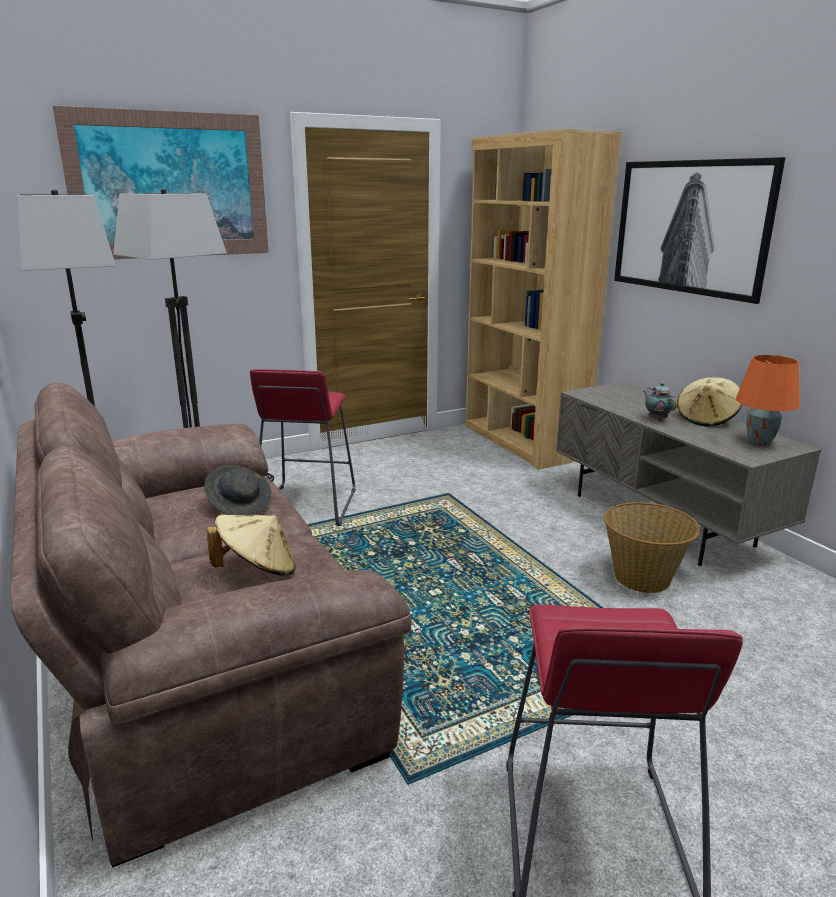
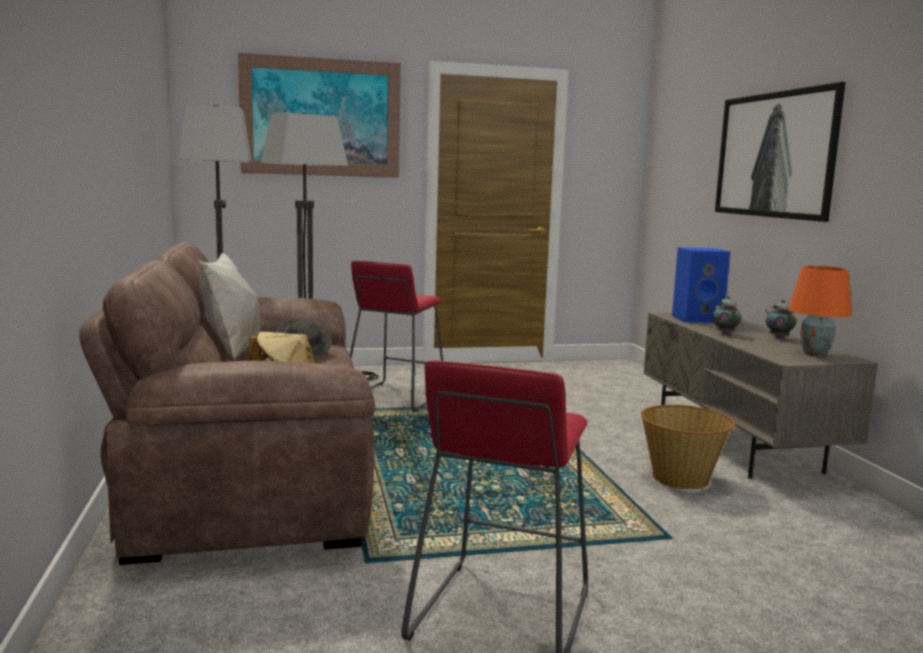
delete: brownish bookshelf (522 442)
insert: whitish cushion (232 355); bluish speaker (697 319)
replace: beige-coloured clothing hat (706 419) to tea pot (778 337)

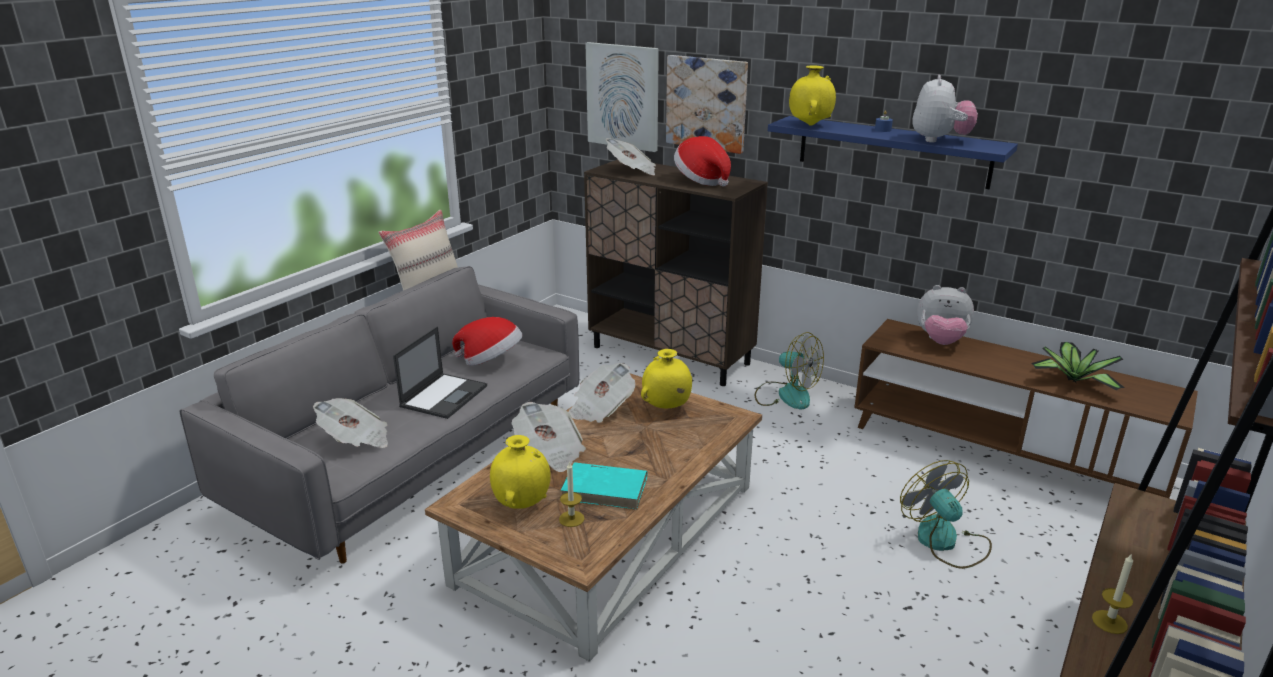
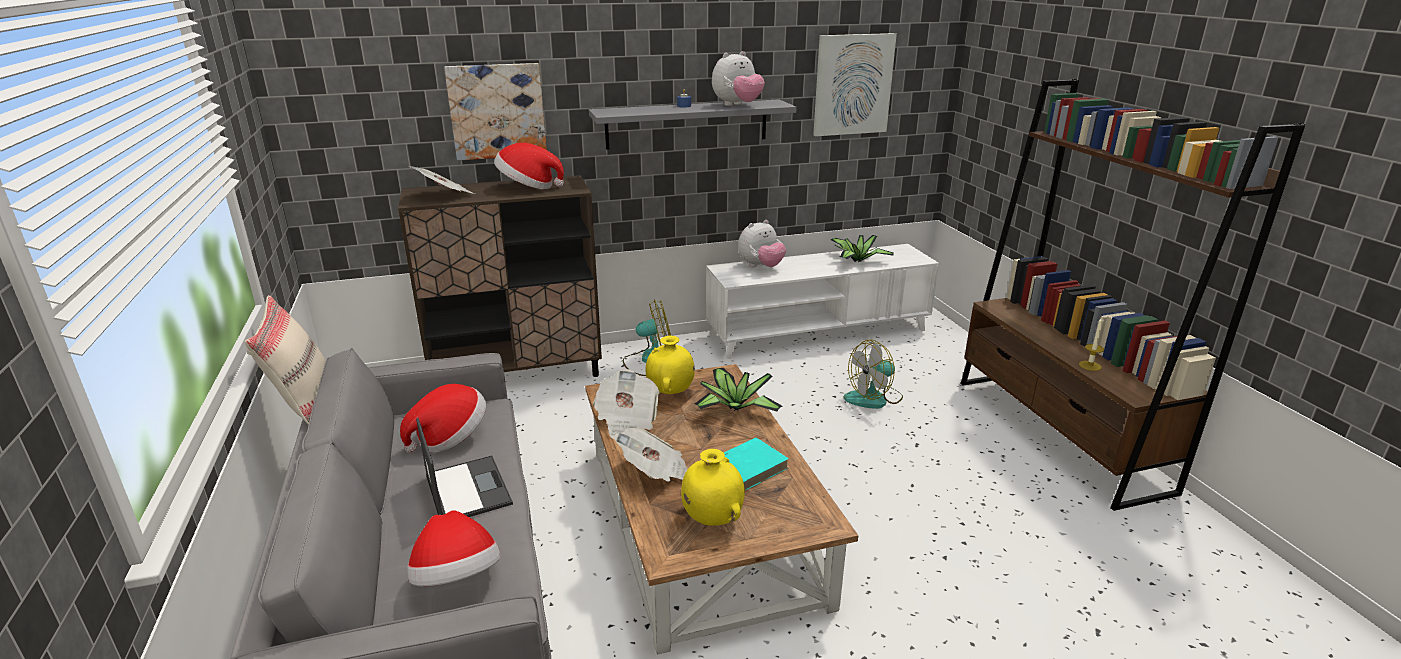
delete: wax light (571 519); yellow decorative vase (810 125)
insert: potted plant (734 408)
move: wall picture (623 96) to (853 84)
replace: daily paper (356 440) to clothing hat (457 579)
recolor: bluish wall shelf (892 151) to gray wall shelf (687 124); brownish tv unit (1002 452) to whitish tv unit (818 333)
rotate: soft toy (939 140) = (737 105) 90 degrees clockwise; electric fan (945 542) = (874 398) 45 degrees counterclockwise

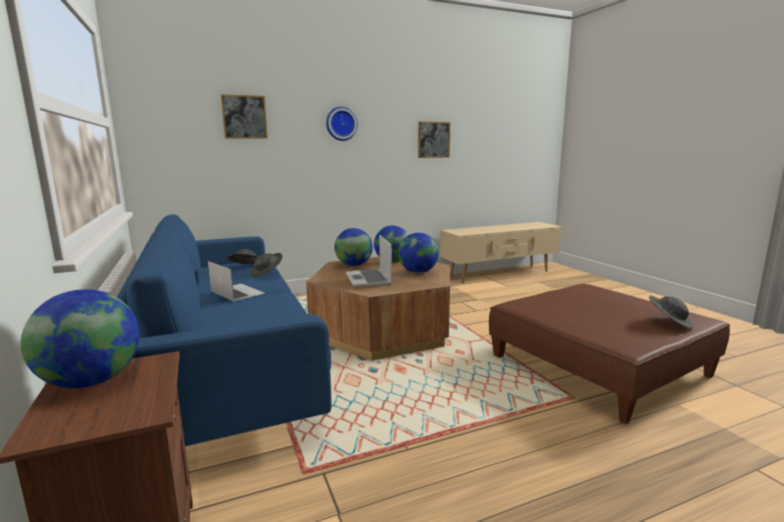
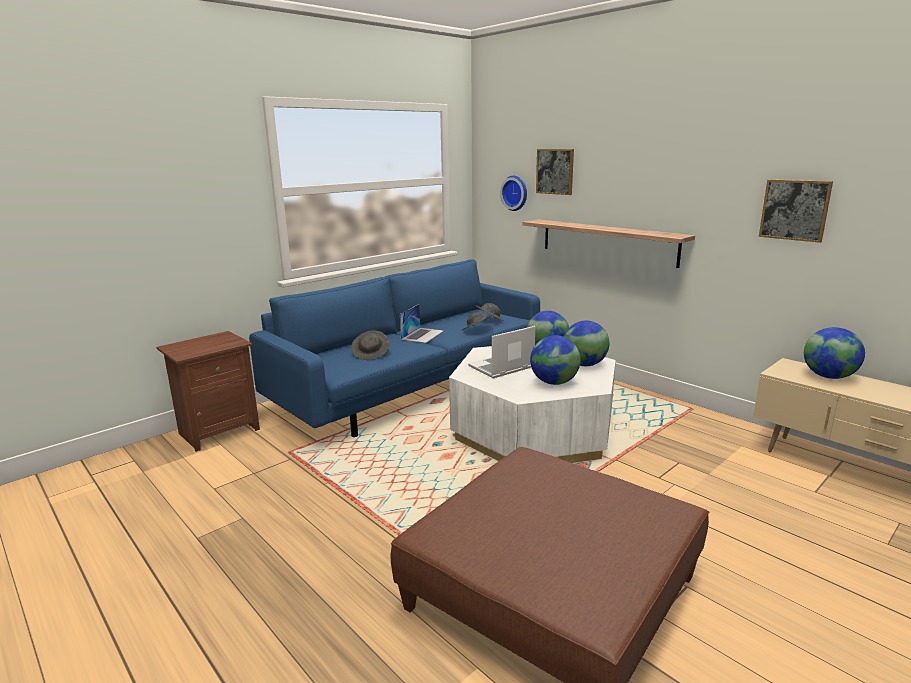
insert: wall shelf (607 242)
move: gray clothing hat (669 322) to (371 354); hanging clock (341 124) to (515 193); world globe (91 381) to (828 376)
recolor: brownish coffee table (383 329) to whitish coffee table (533 430)

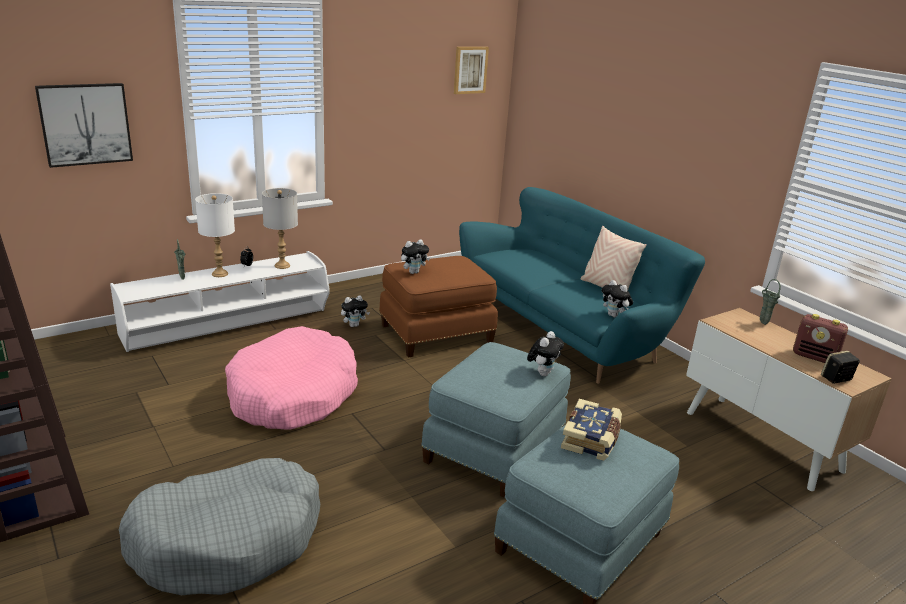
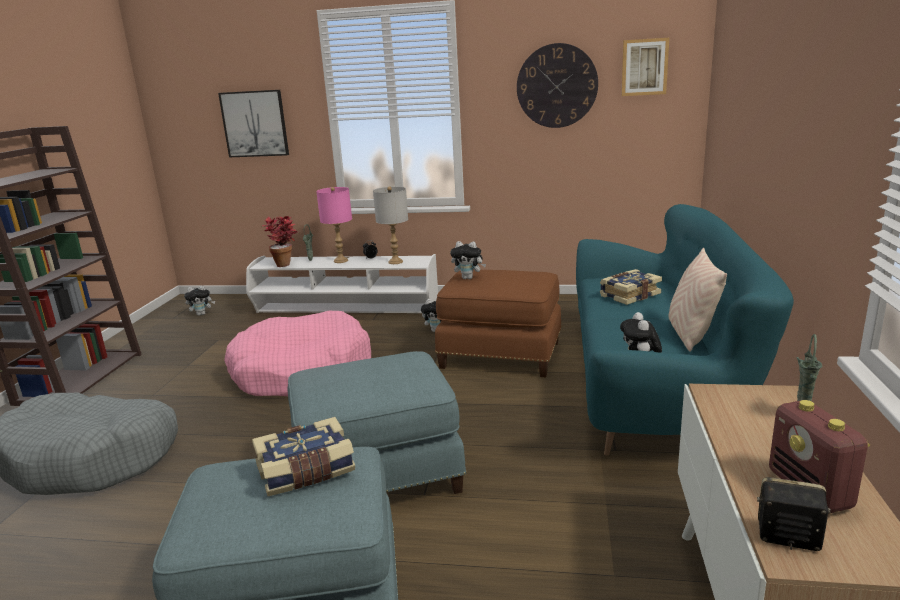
insert: potted plant (286 263); hanging clock (557 86); book (629 295)
move: soft toy (542 373) to (202 314)
recolor: whitish lamp for a table (220 274) to pinkish lamp for a table (341 261)

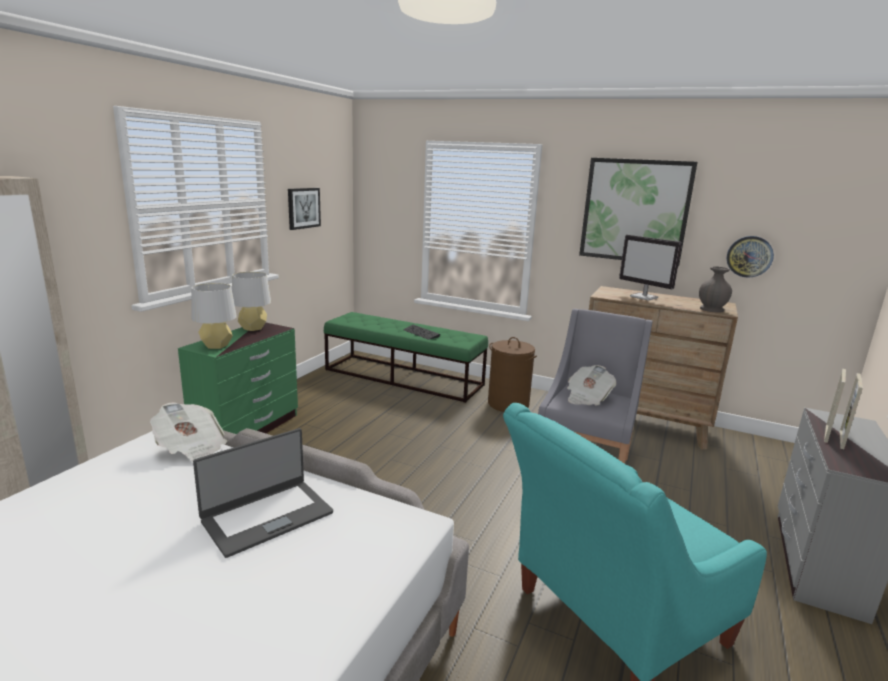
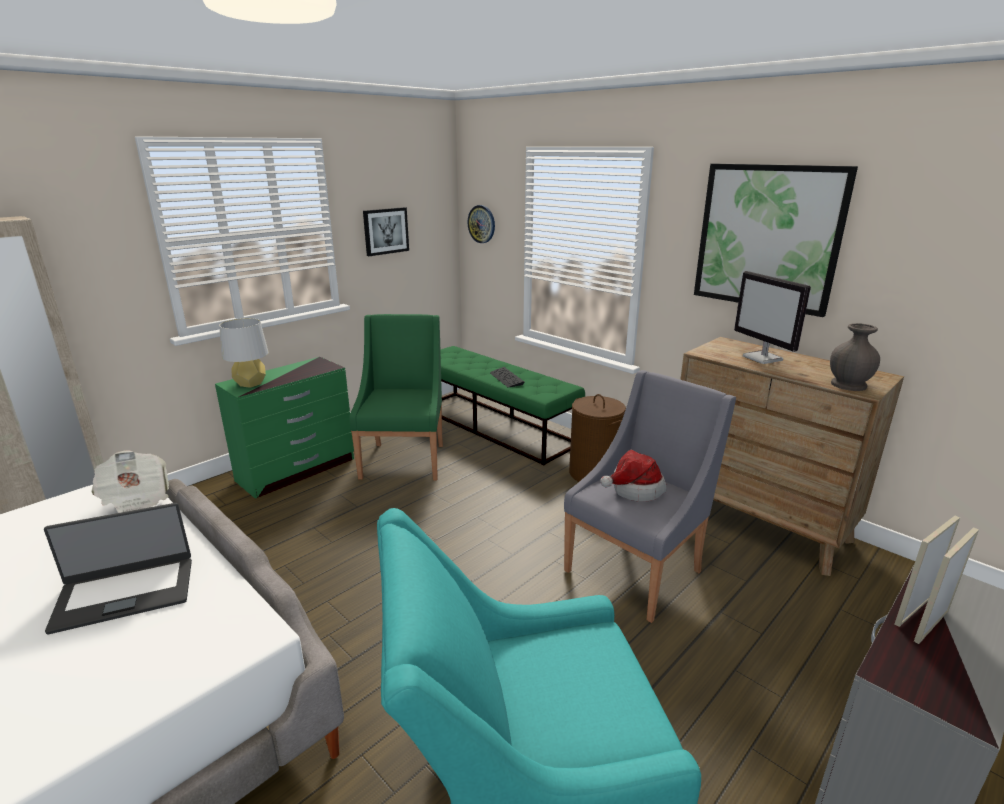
delete: gray lamp for a table (253 328)
insert: greenish easy chair (404 459)
move: hanging clock (749 256) to (482 224)
replace: daily paper (587 398) to clothing hat (633 489)

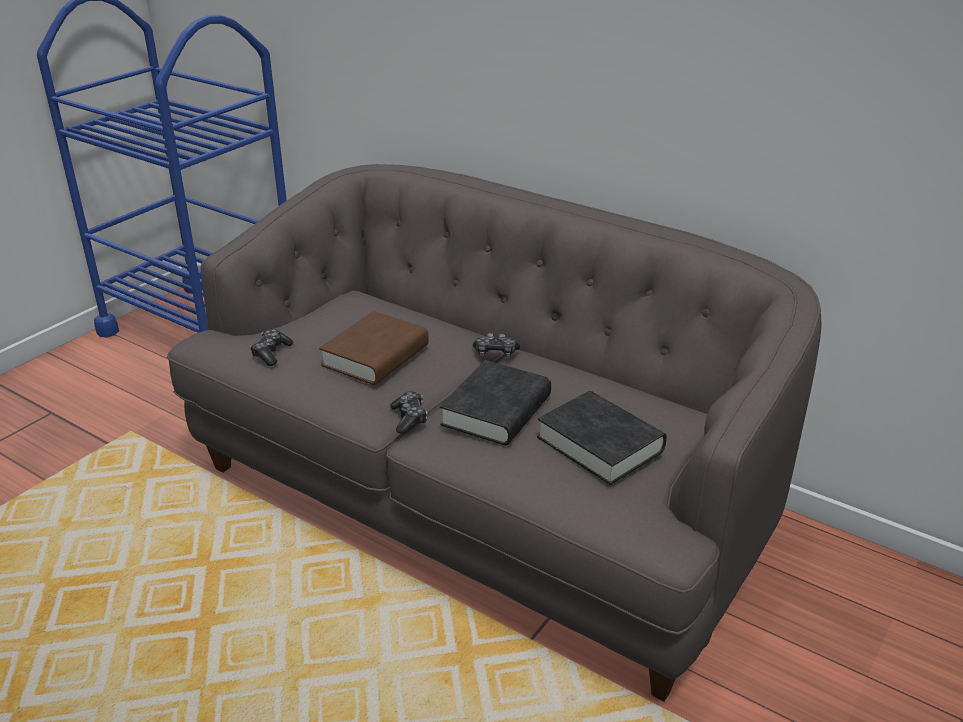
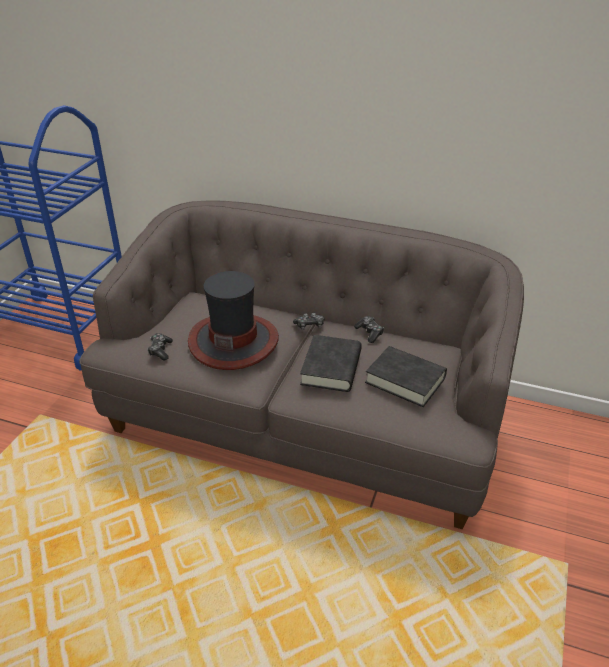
move: joypad (409 418) to (369 333)
replace: brownish book (375 356) to clothing hat (233 341)

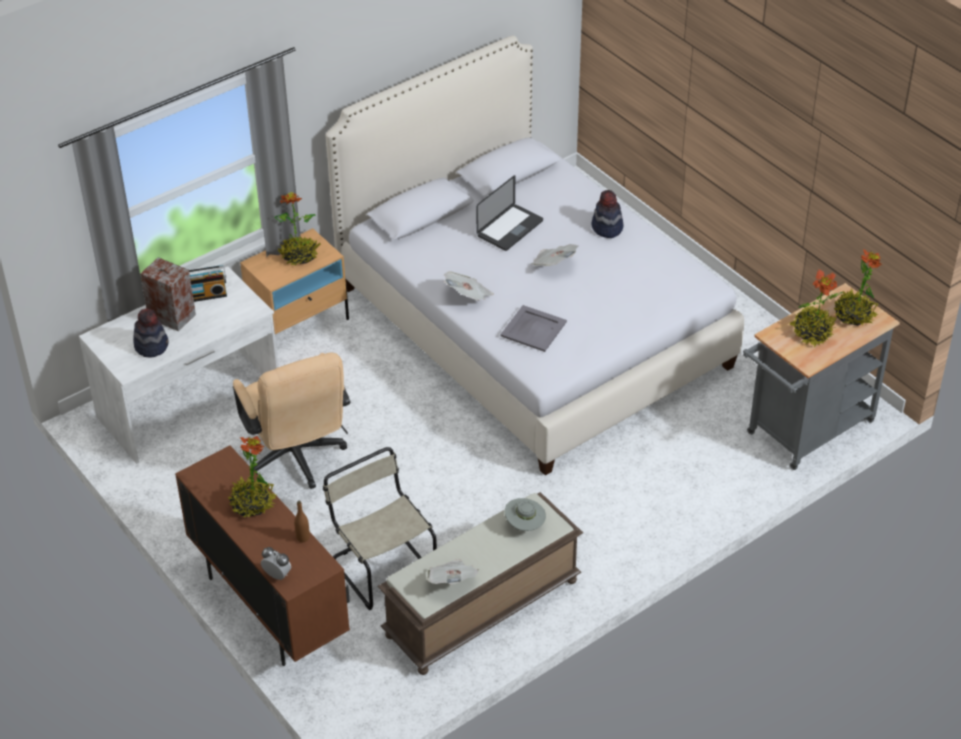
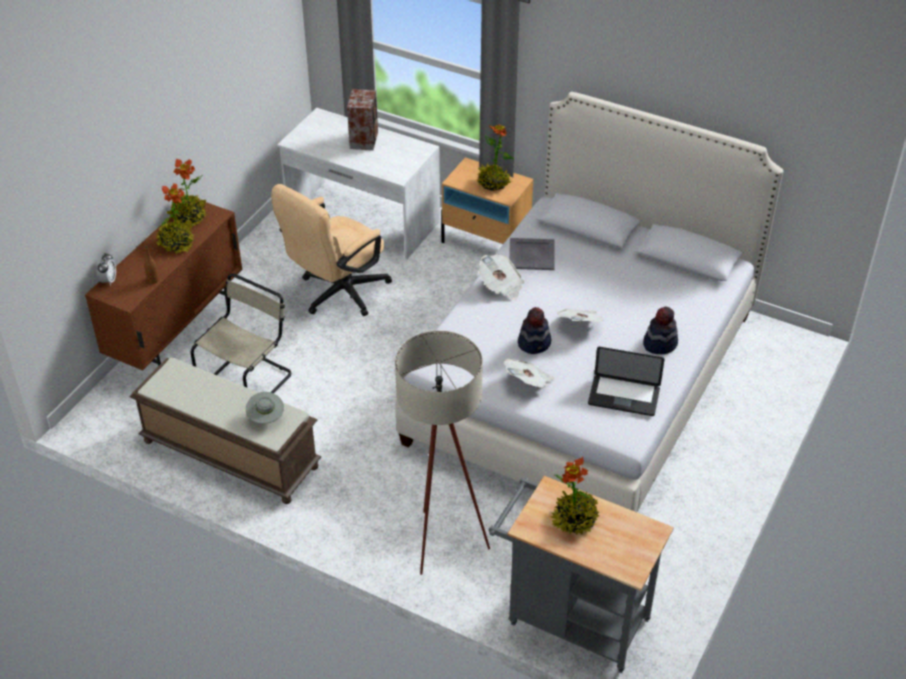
delete: radio receiver (207 294)
insert: beige-coloured standard lamp (441 537)
move: potted plant (853 316) to (189 217); daily paper (452 581) to (528 382); gray tray (533 329) to (531 254); clothing hat (151 345) to (534 343); notebook computer (510 228) to (623 396)

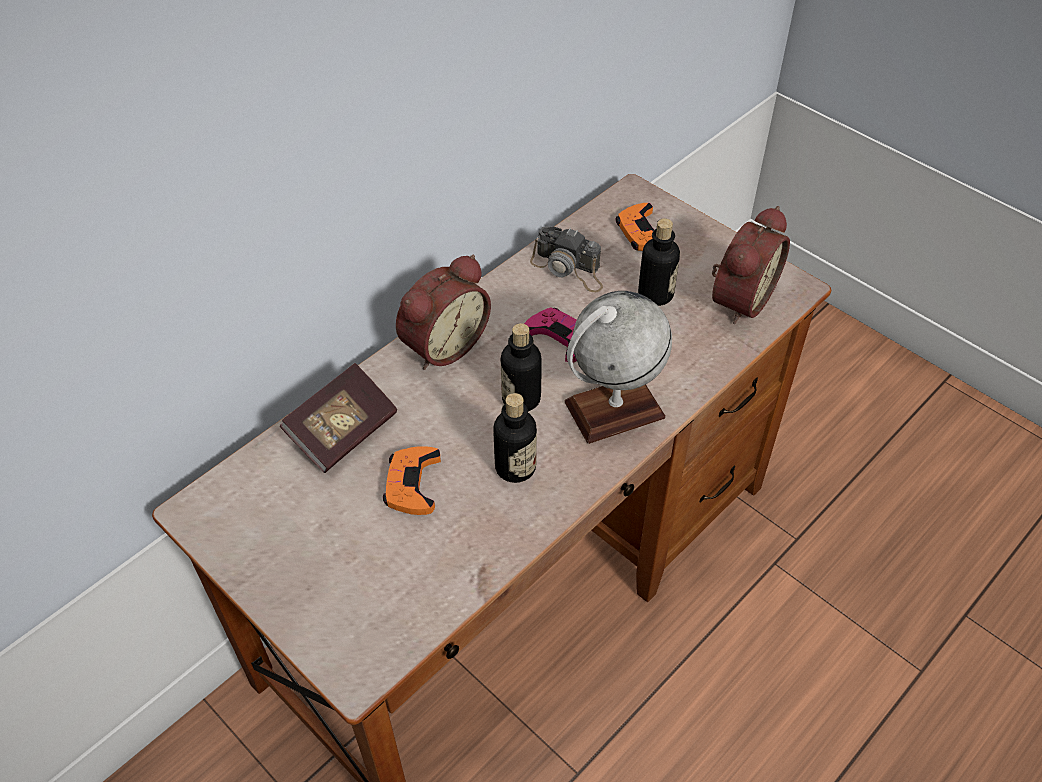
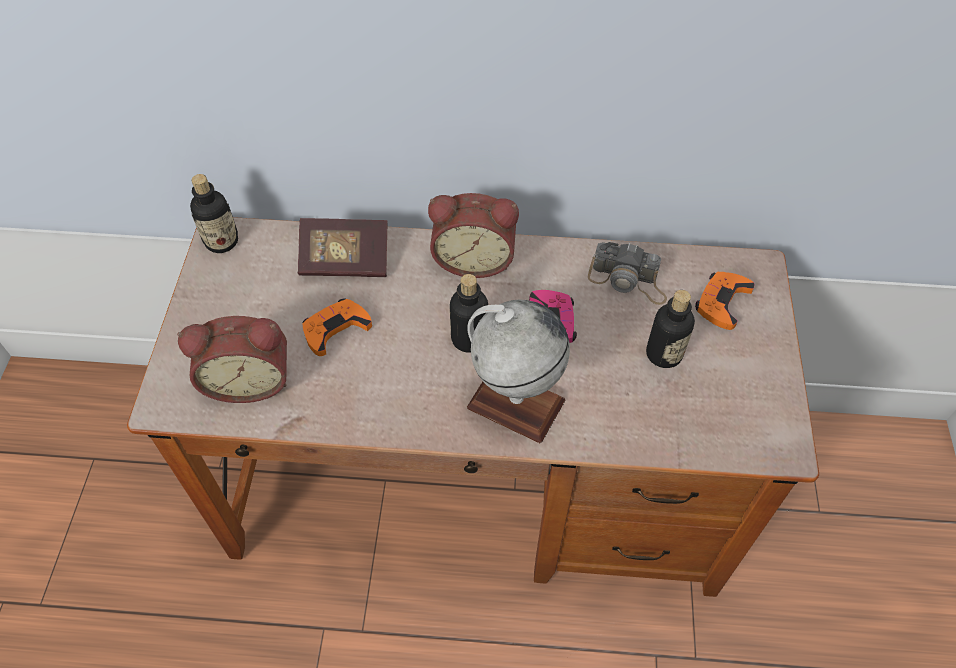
move: table clock (738 298) to (249 379); bottle (515 467) to (222 241)
rotate: photo camera (569 269) = (628 281) 60 degrees counterclockwise

